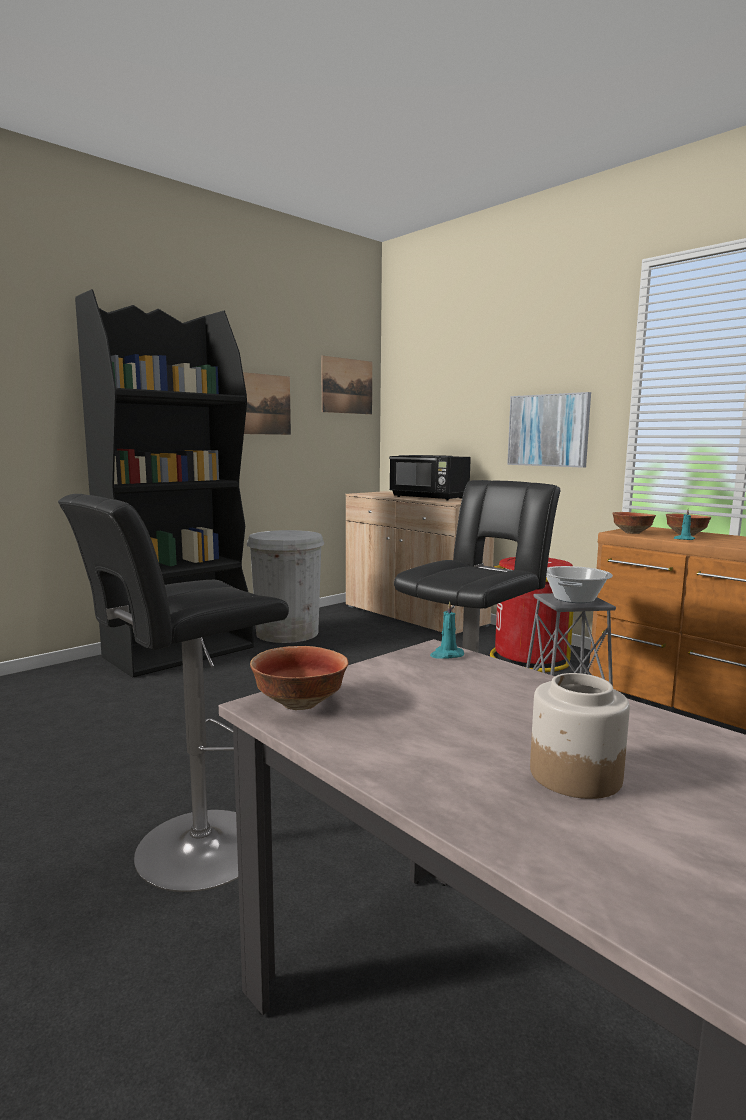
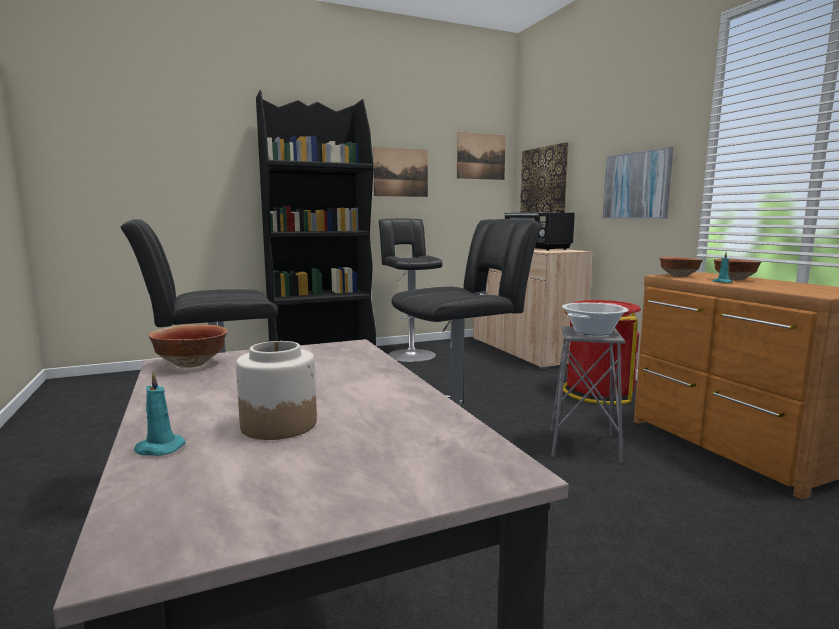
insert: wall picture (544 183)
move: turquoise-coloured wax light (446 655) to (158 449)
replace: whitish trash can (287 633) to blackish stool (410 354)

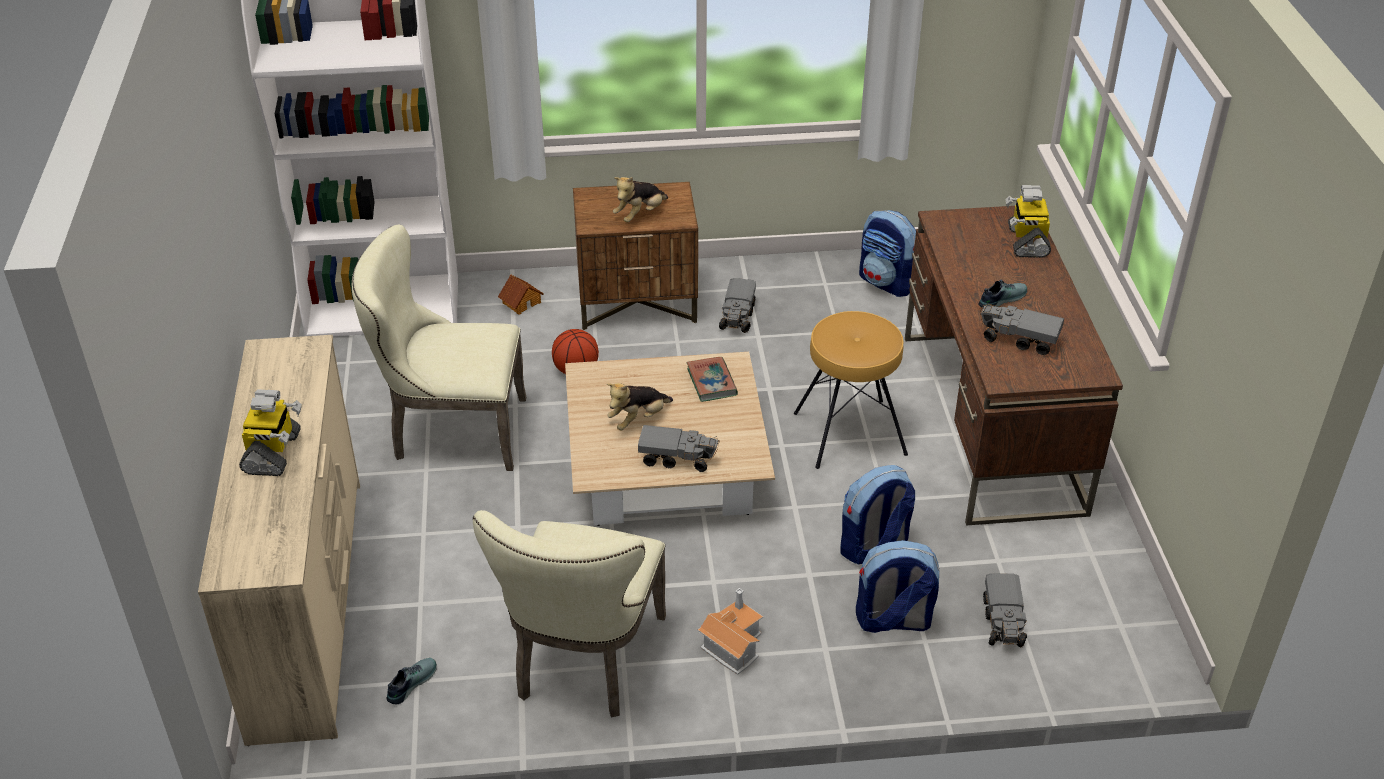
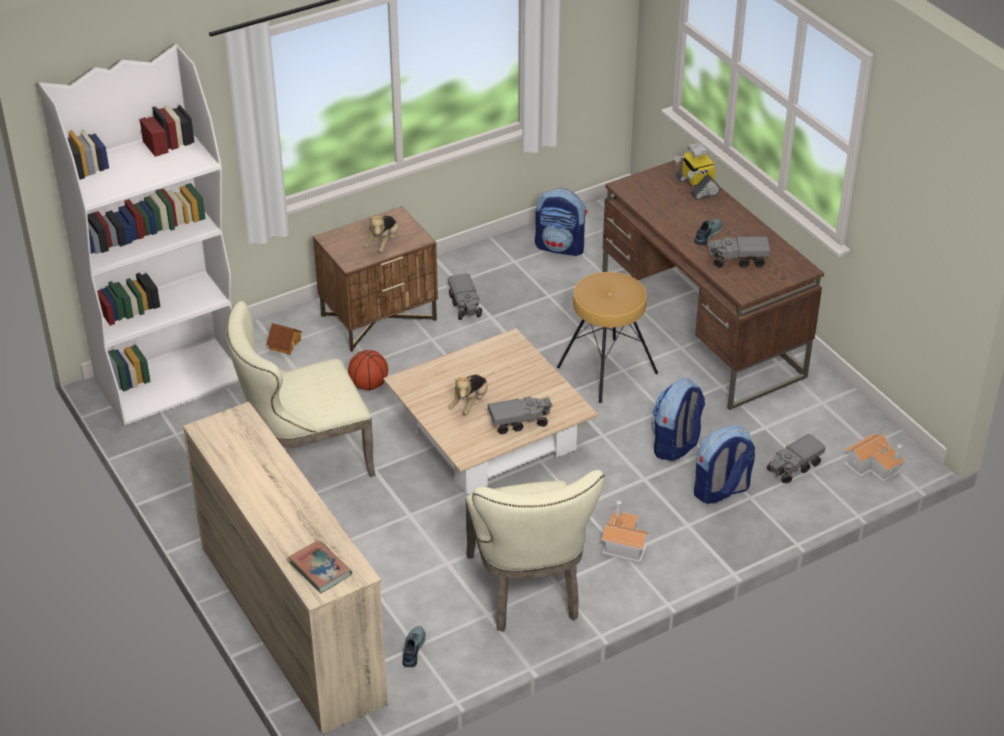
delete: model robot (273 453)
insert: miniature house (873 466)
move: book (711 382) to (320 569)
rotate: toy truck (1003 622) = (793 468) 75 degrees clockwise

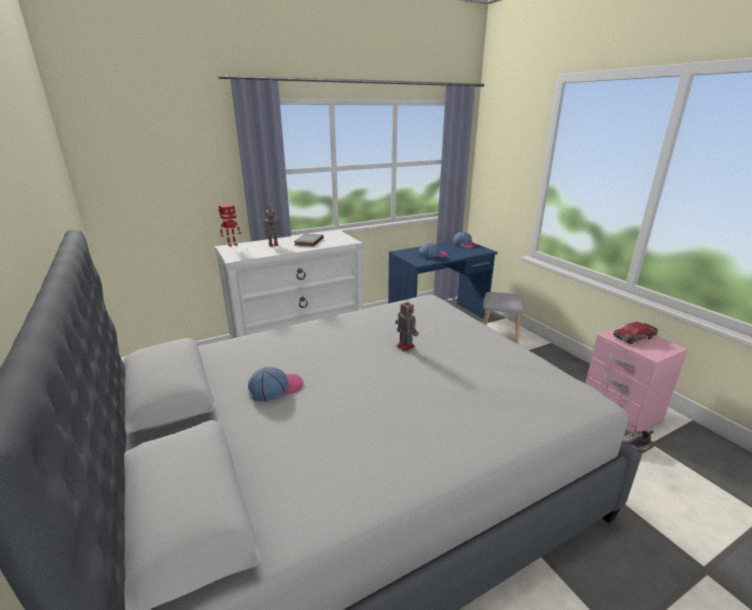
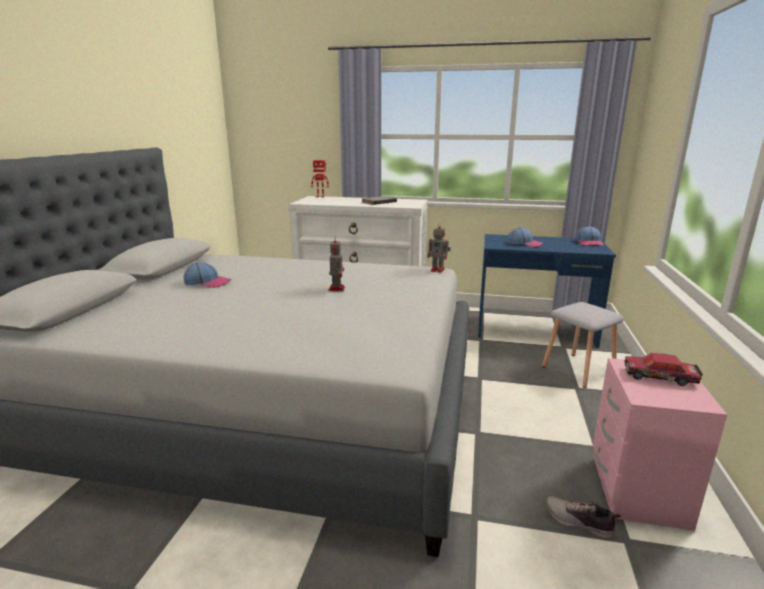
move: model robot (274 244) to (438 270)

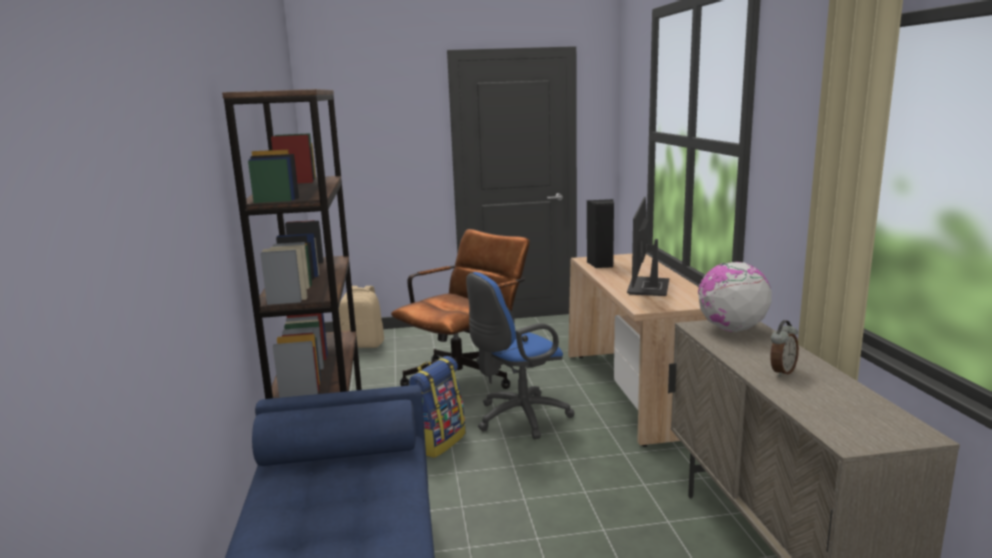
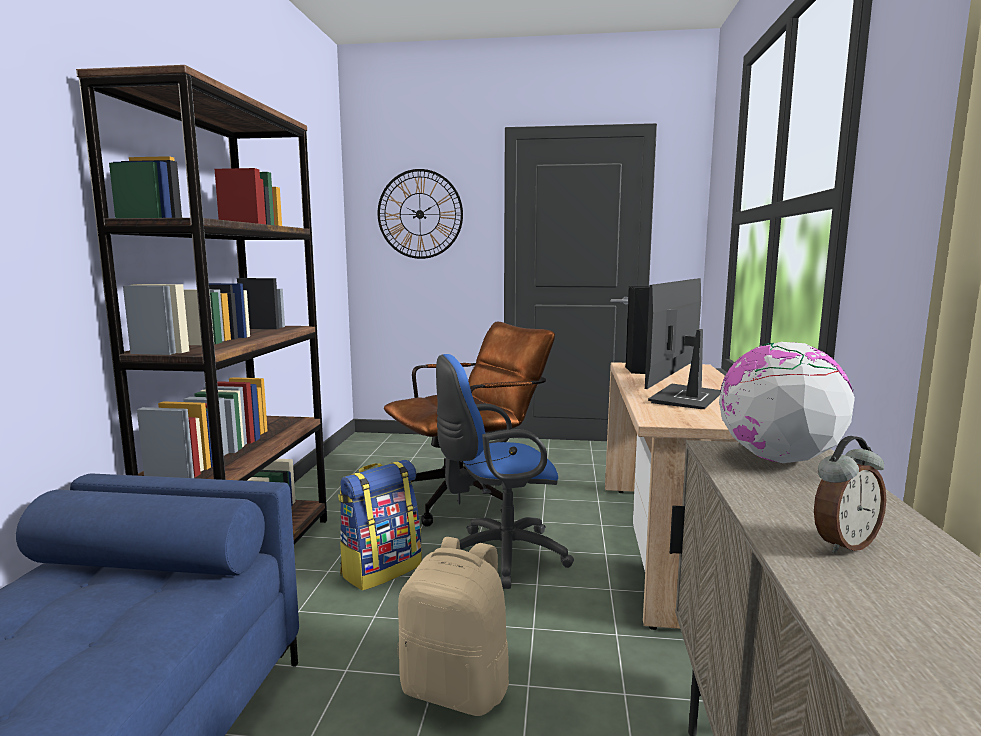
insert: hanging clock (420 214)
move: beige-coloured backpack (363 344) to (457 688)

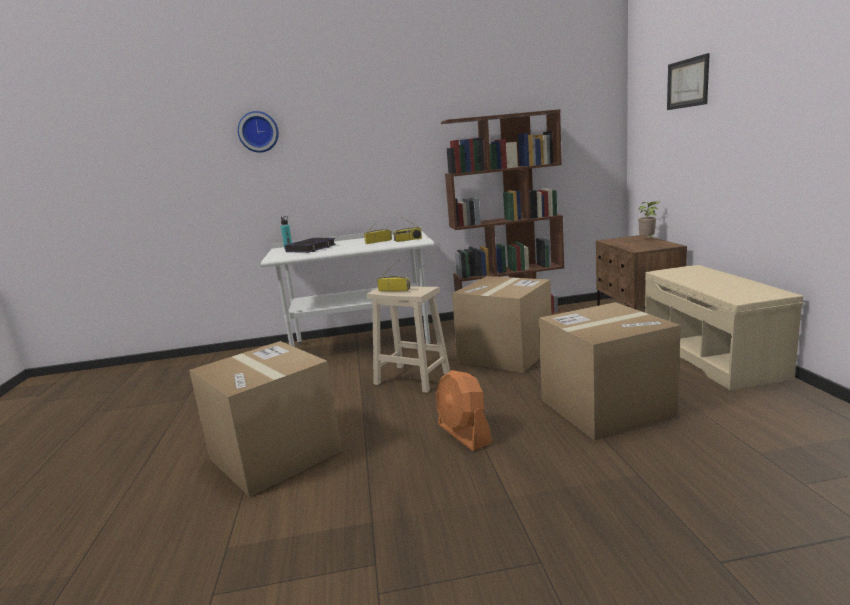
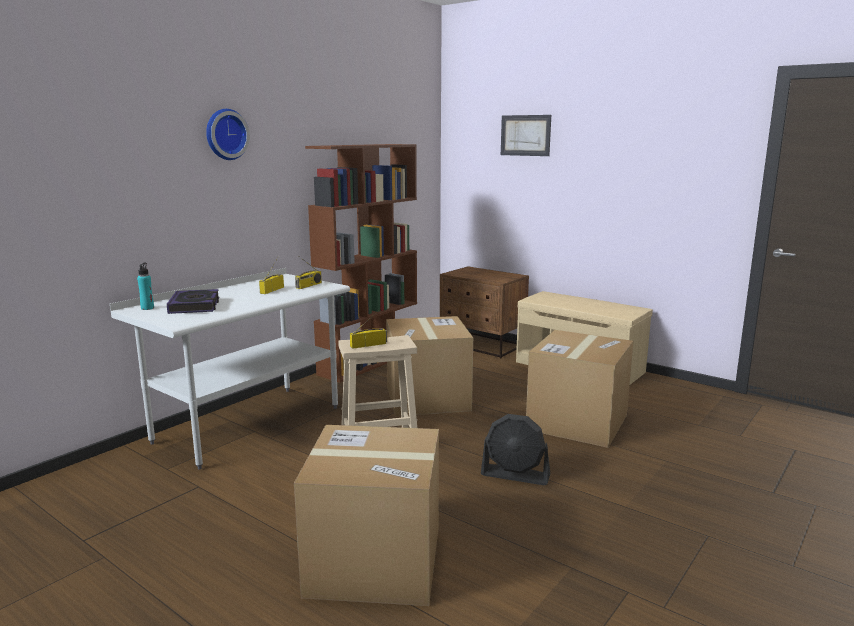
delete: potted plant (648 240)
move: hanging clock (258 132) to (225 134)
recolor: orange electric fan (464 434) to blackish electric fan (515 475)

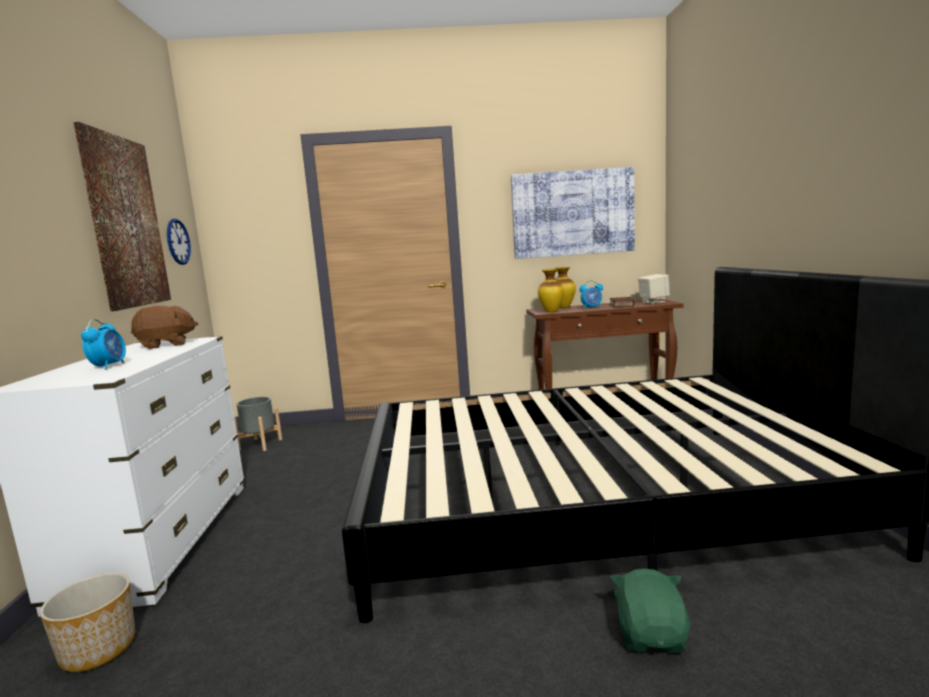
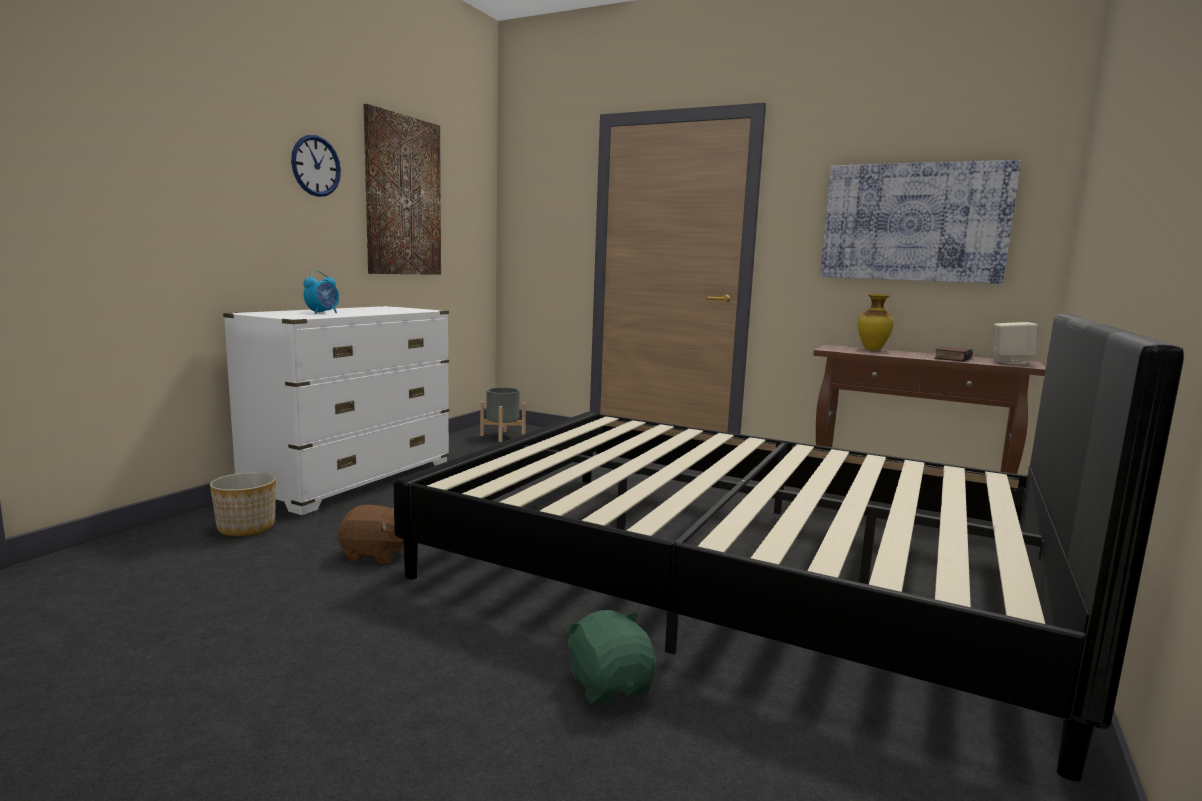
delete: decorative vase (550 311); table clock (592 308)
move: hanging clock (178 241) to (316 166); brownish soft toy (166 345) to (376 554)
rotate: greenish soft toy (651 635) = (610 684) 60 degrees counterclockwise

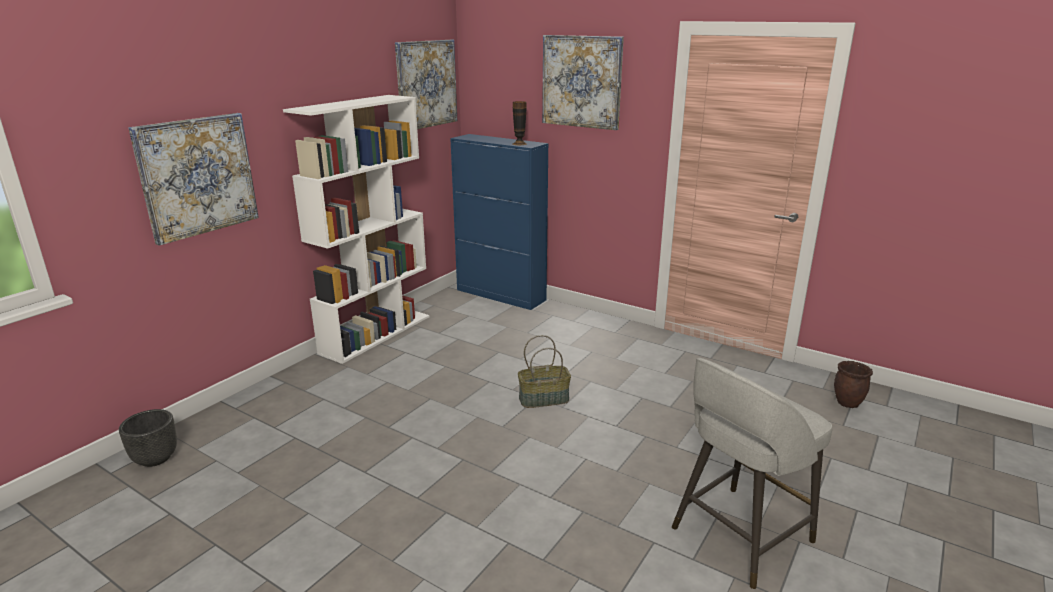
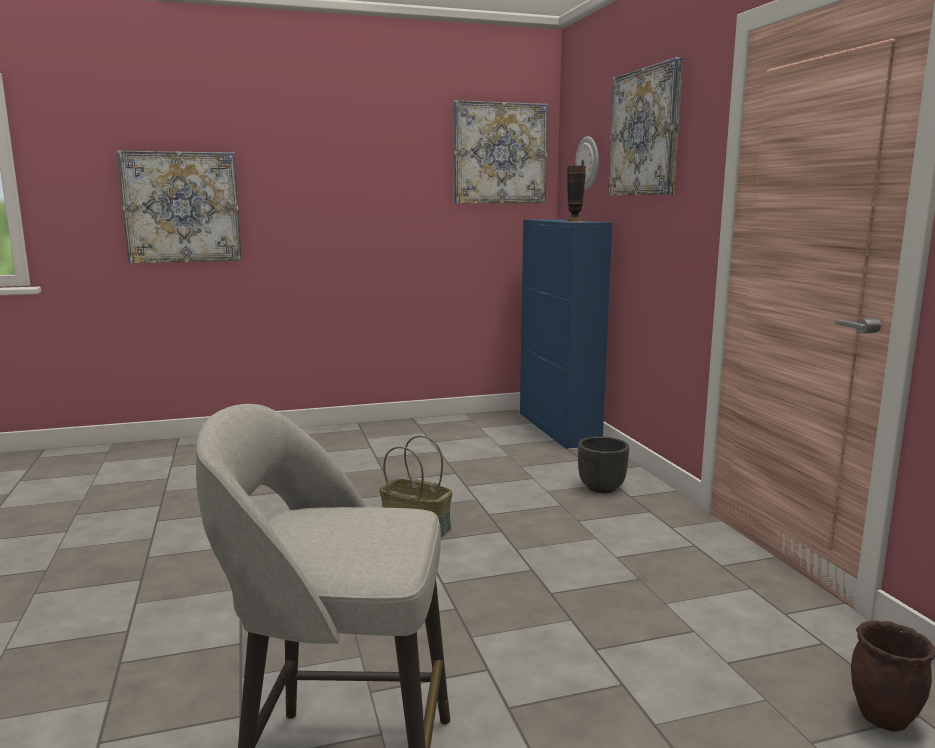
delete: whitish bookshelf (376 334)
insert: hanging clock (588 163)
move: blackish planter (156 458) to (602 487)

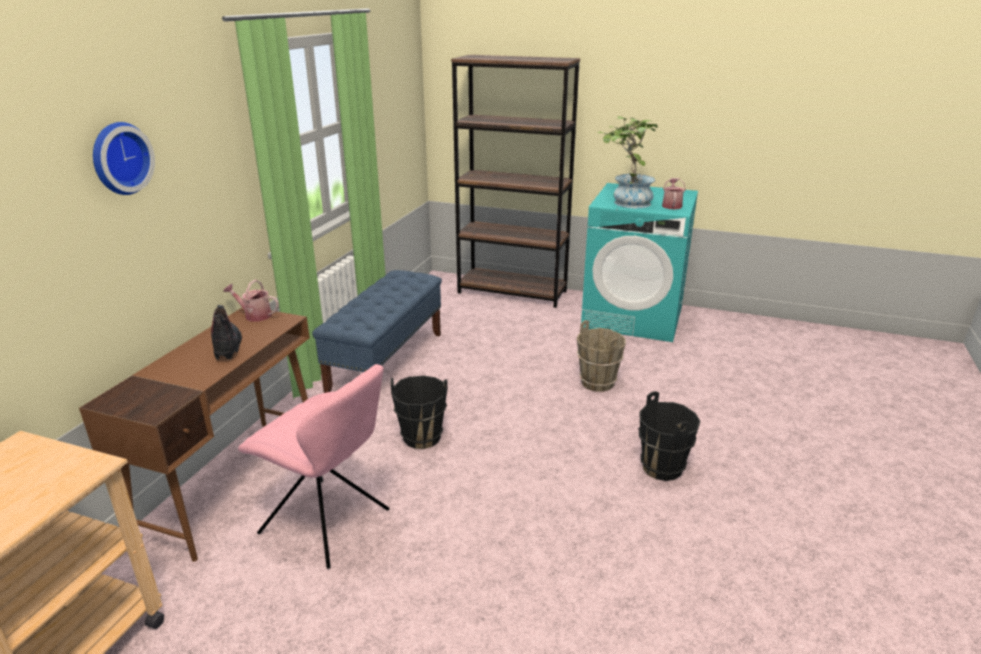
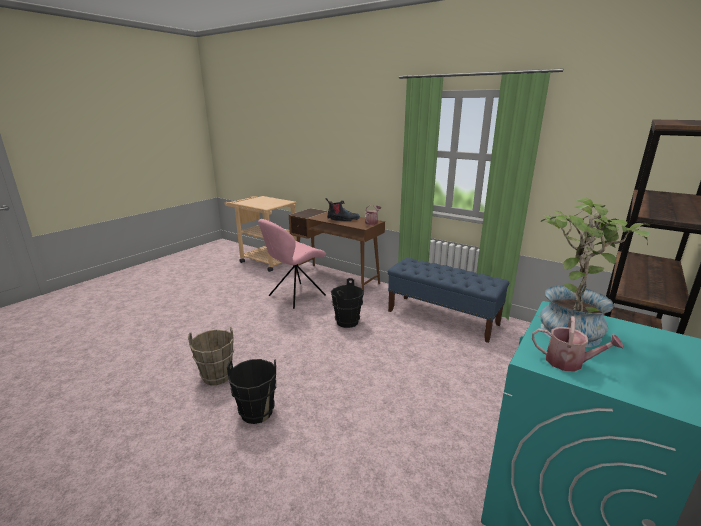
delete: hanging clock (119 158)
move: brownish bucket (598 383) to (217 376)

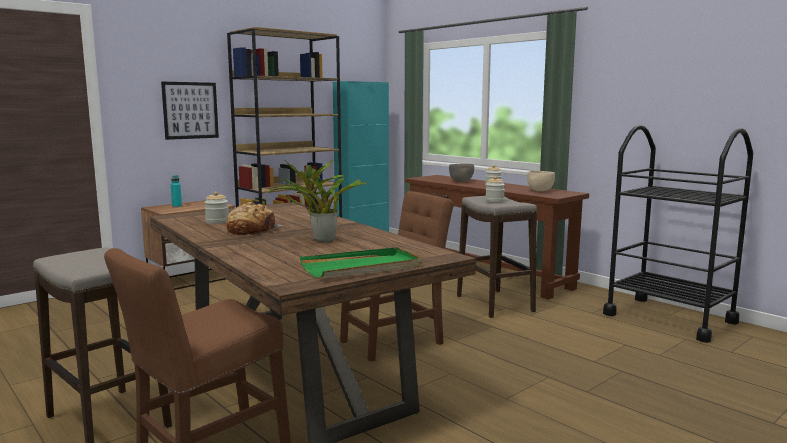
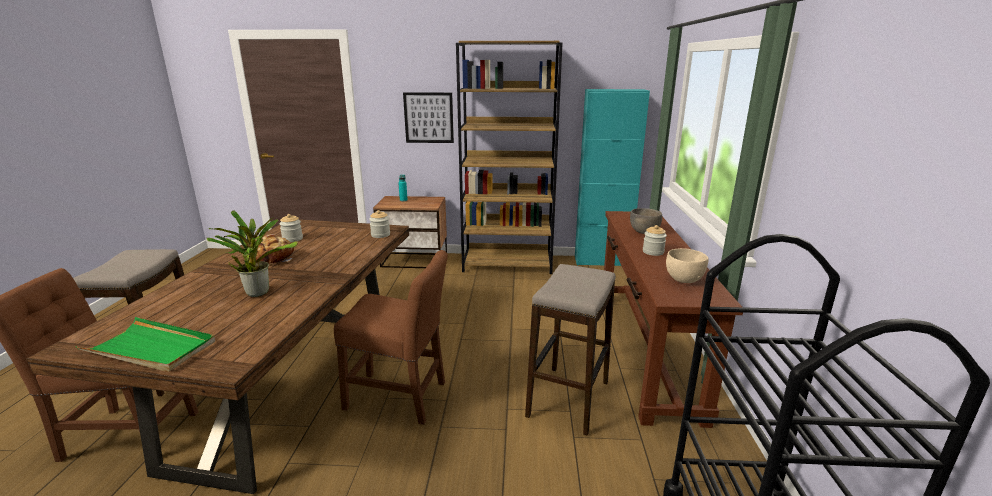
move: jar (494 201) to (380 235)

